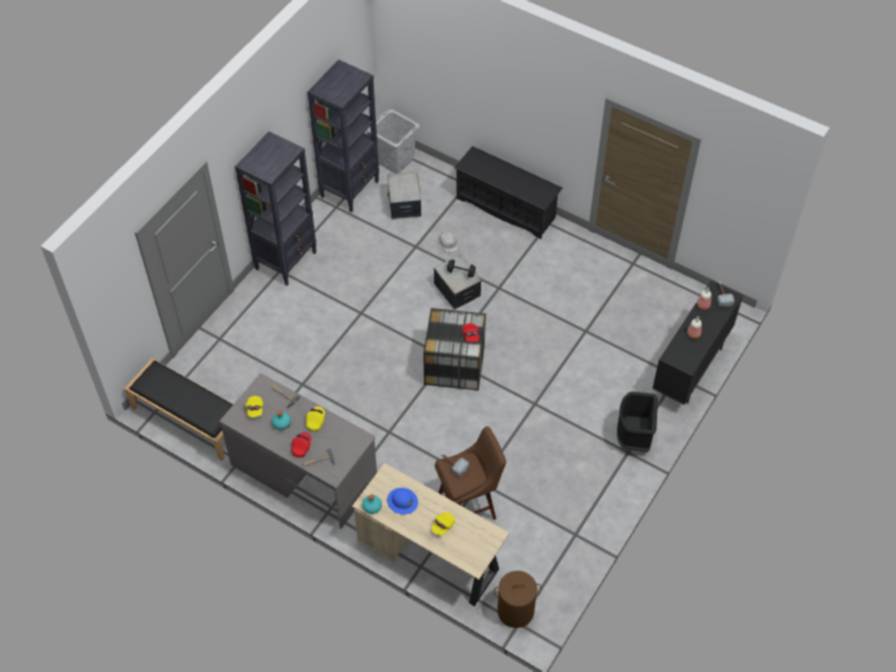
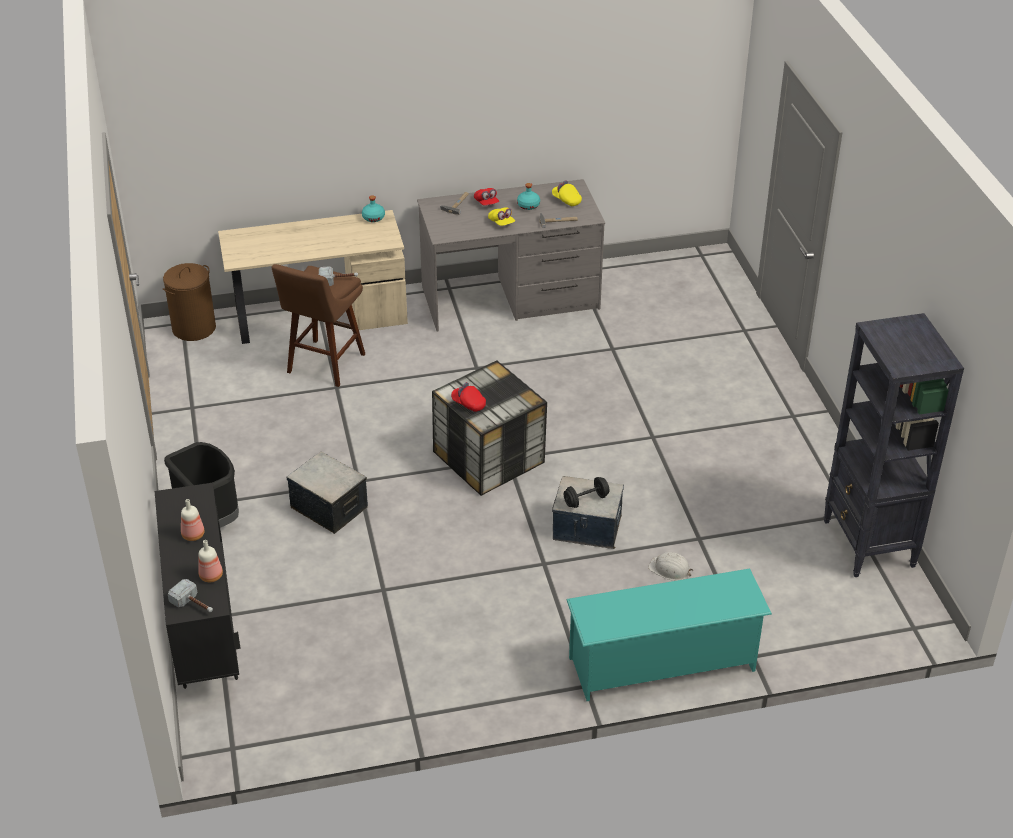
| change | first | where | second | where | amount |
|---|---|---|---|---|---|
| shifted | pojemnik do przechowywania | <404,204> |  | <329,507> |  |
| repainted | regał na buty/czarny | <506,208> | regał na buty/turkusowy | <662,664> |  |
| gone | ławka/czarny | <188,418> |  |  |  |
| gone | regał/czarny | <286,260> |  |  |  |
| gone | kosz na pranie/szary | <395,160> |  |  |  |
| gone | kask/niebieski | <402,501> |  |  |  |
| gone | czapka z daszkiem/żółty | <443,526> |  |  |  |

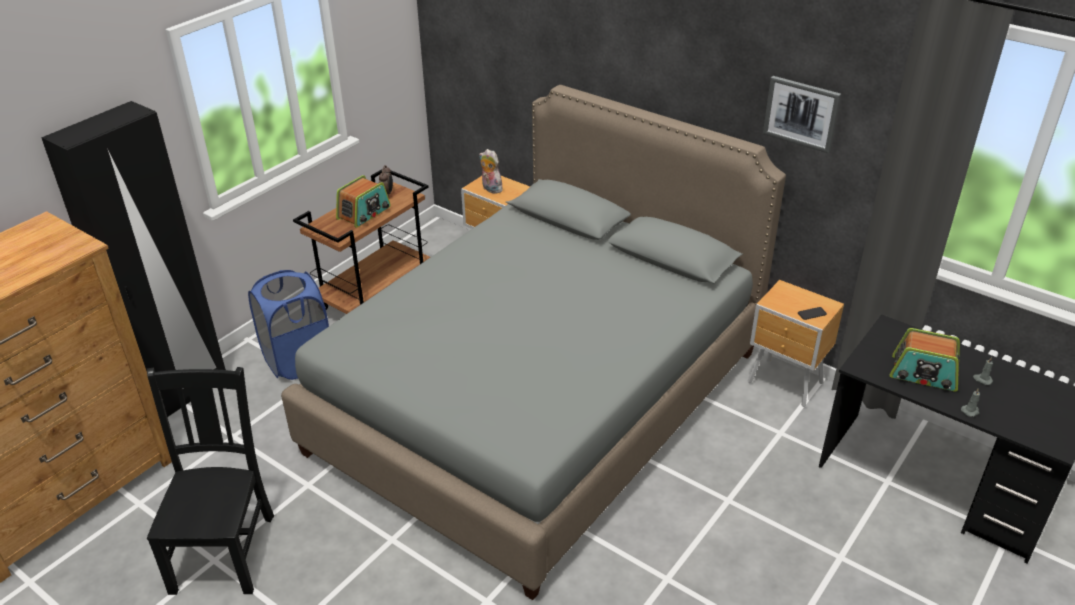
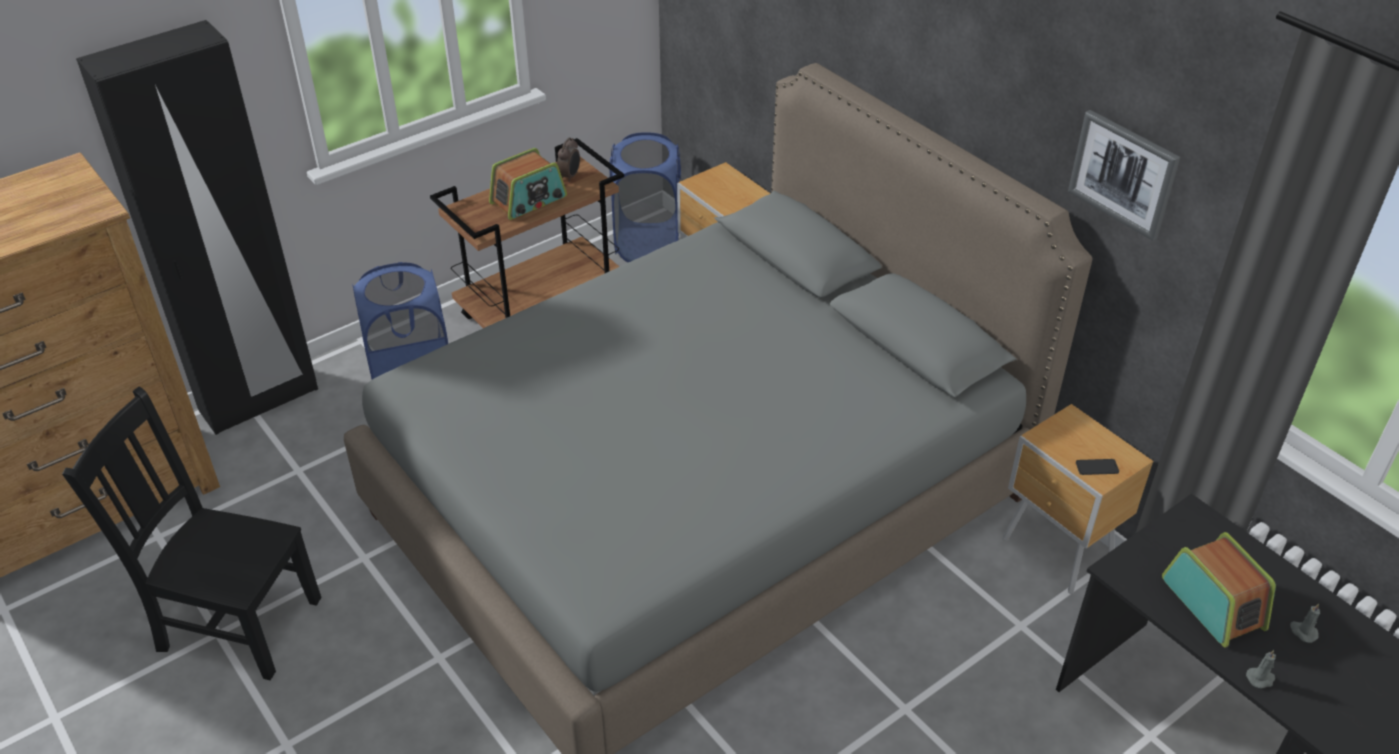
| change | first | where | second | where | amount |
|---|---|---|---|---|---|
| rotated | krzesło/czarny | <225,550> |  | <235,622> | 90 degrees counterclockwise |
| new |  |  | kosz na pranie/niebieski | <647,244> |  |
| rotated | radio | <923,374> |  | <1214,603> | 150 degrees counterclockwise |
| gone | pluszak | <490,189> |  |  |  |

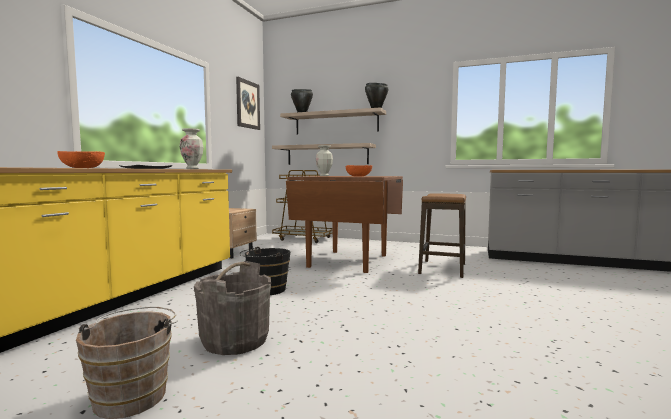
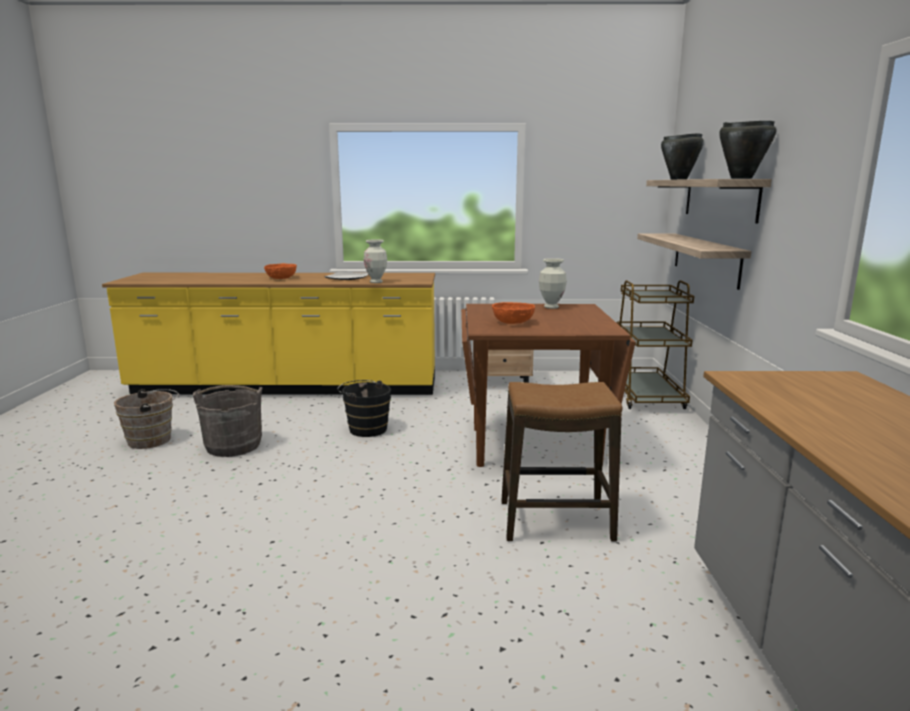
| change | first | where | second | where | amount |
|---|---|---|---|---|---|
| gone | obraz | <247,104> |  |  |  |

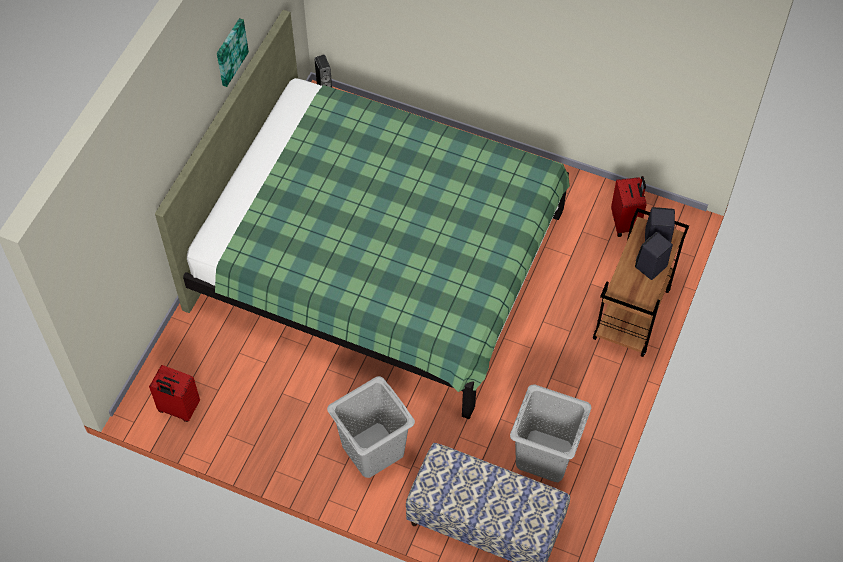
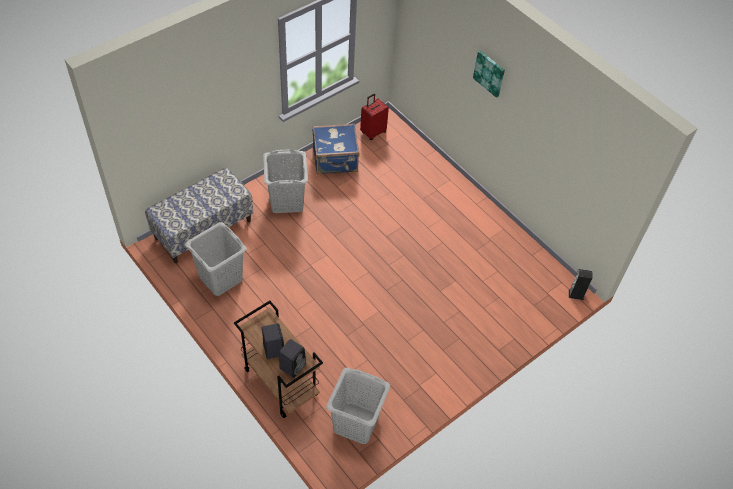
| change | first | where | second | where | amount |
|---|---|---|---|---|---|
| new |  |  | walizka/niebieski | <335,160> |  |
| swapped | walizka/czerwony | <625,223> | kosz na pranie/szary | <355,423> |  |
| shifted | obraz | <230,51> |  | <489,73> |  |
| gone | łóżko/zielony | <378,260> |  |  |  |

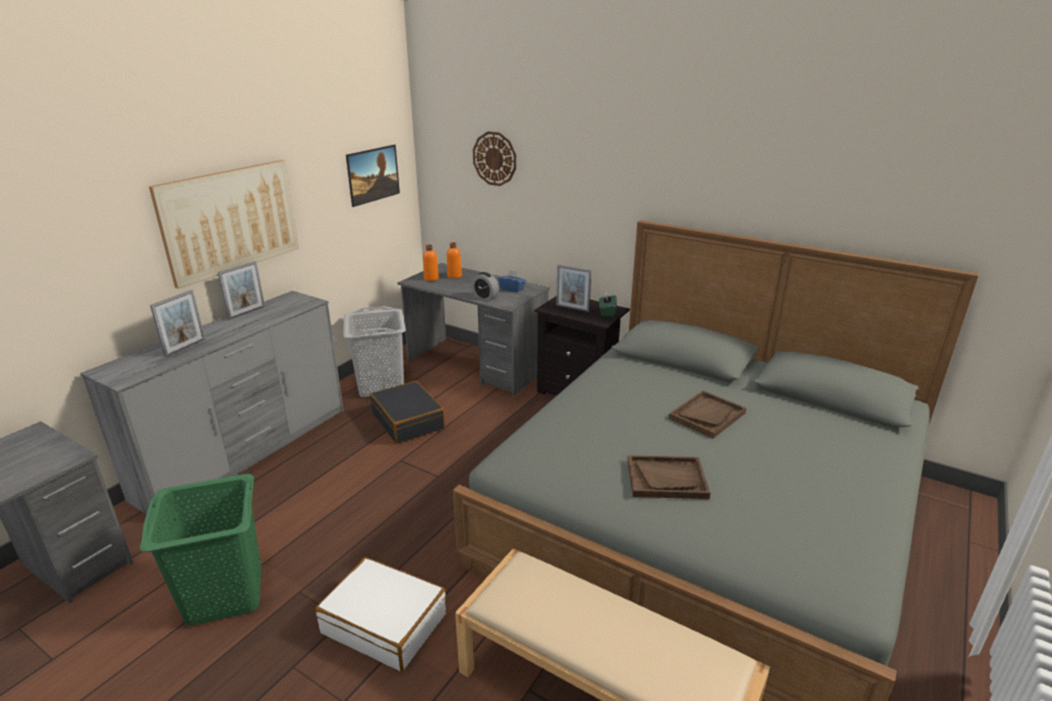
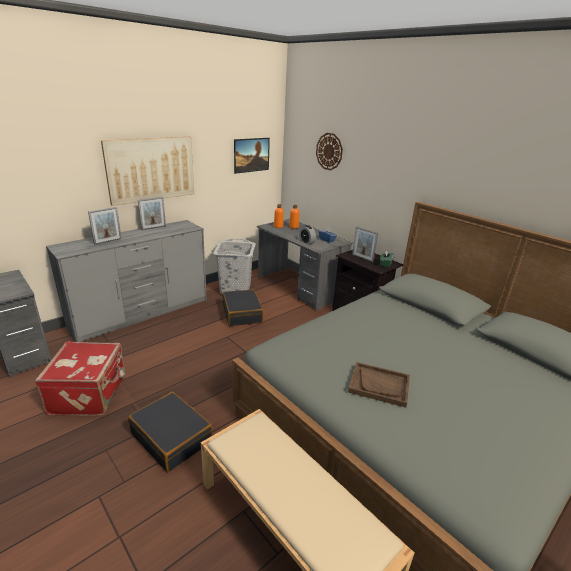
| change | first | where | second | where | amount |
|---|---|---|---|---|---|
| swapped | kosz na pranie/zielony | <224,594> | walizka/czerwony | <90,394> |  |
| repainted | walizka/biały | <385,623> | walizka/czarny | <172,437> |  |
| gone | taca/brązowy | <707,415> |  |  |  |

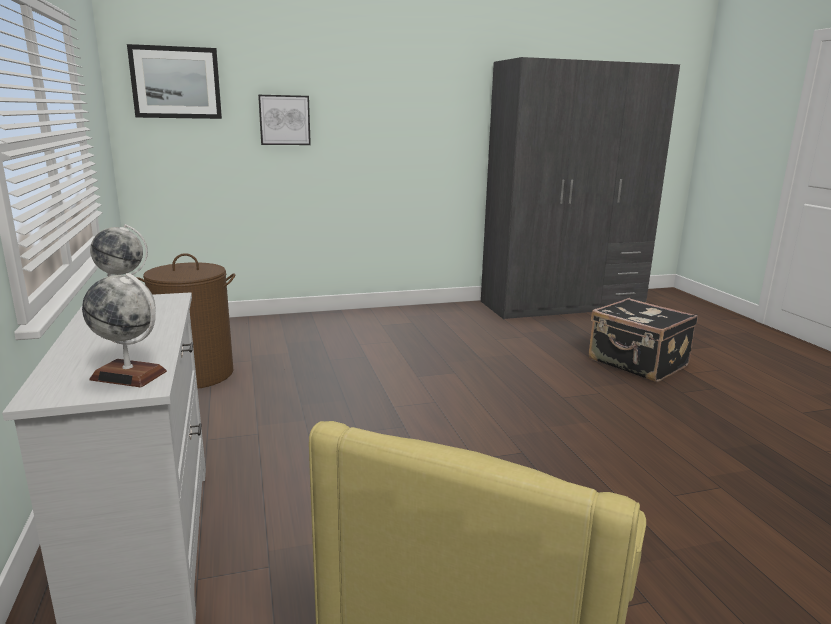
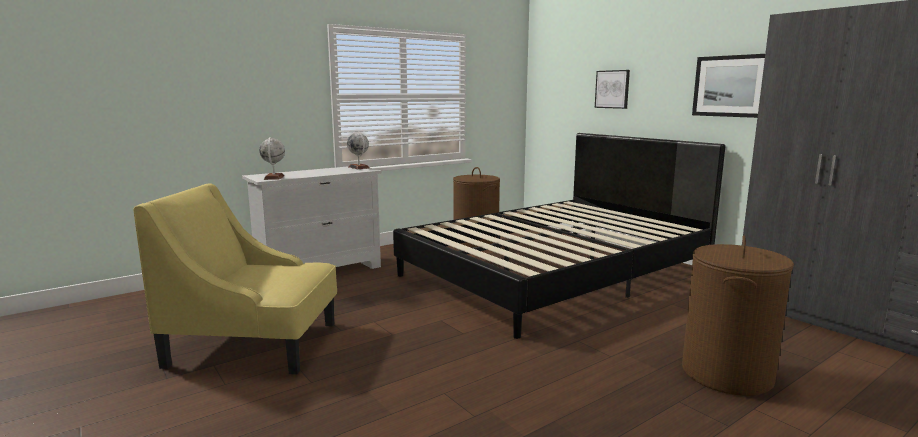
| change | first | where | second | where | amount |
|---|---|---|---|---|---|
| new |  |  | łóżko/czarny | <555,273> |  |
| swapped | walizka/czarny | <637,363> | kosz na pranie/brązowy | <727,374> |  |
| shifted | obraz | <176,82> |  | <730,86> |  |

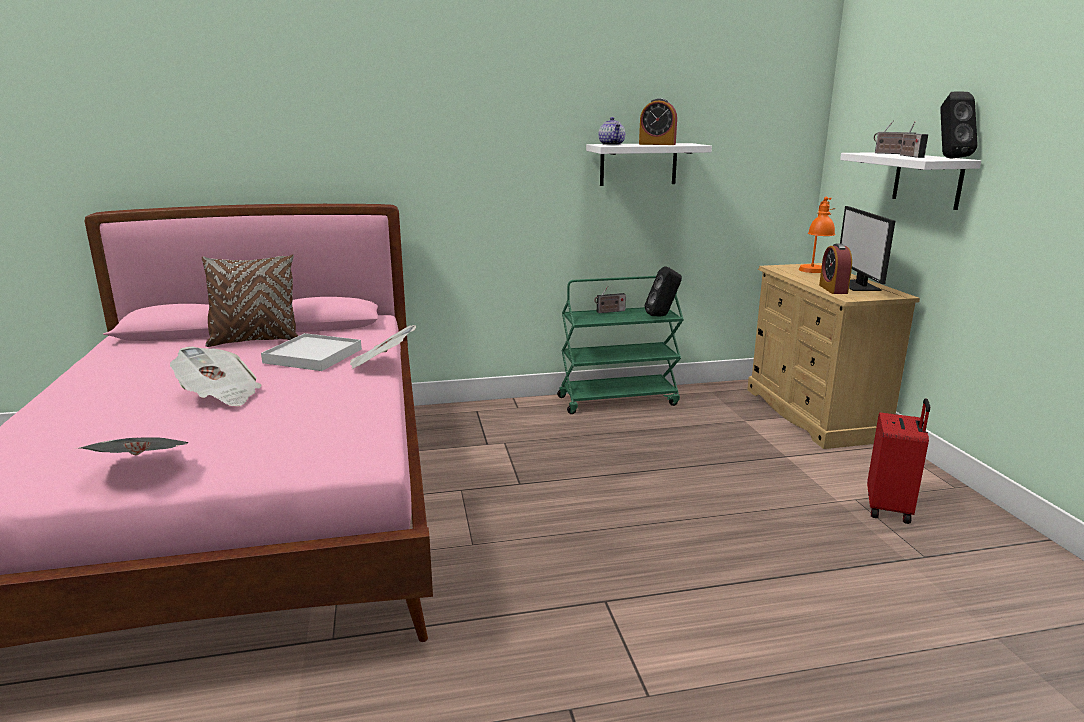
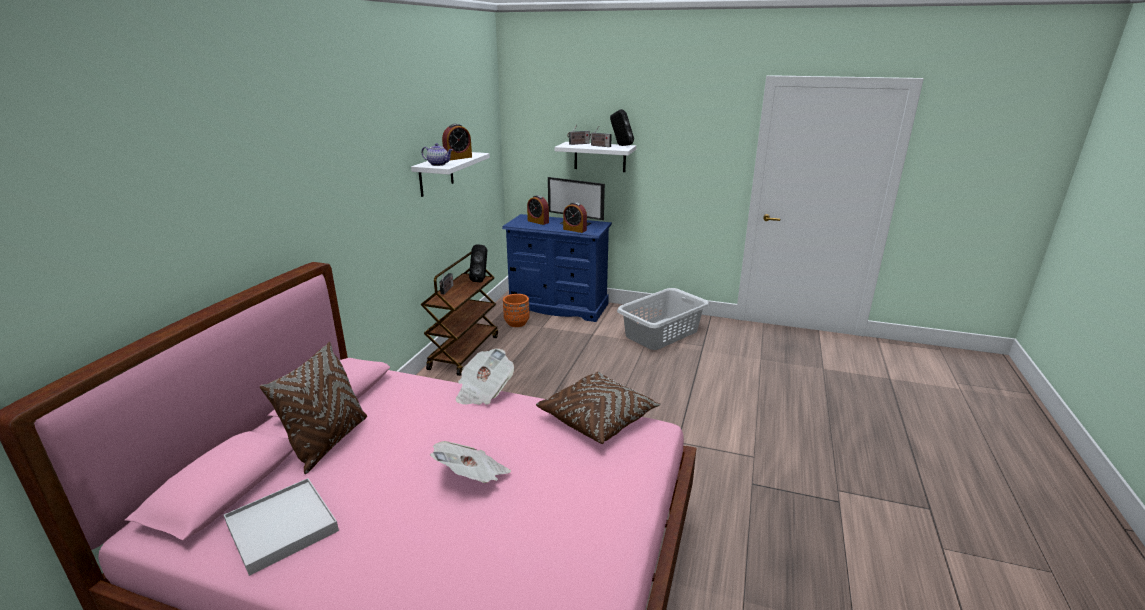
| change | first | where | second | where | amount |
|---|---|---|---|---|---|
| shifted | taca/biały | <313,356> |  | <282,527> |  |
| repainted | wózek/zielony | <618,400> | wózek/brązowy | <464,352> |  |
| repainted | komoda/beżowy | <813,414> | komoda/niebieski | <558,306> |  |
| new |  |  | donica/pomarańczowy | <517,323> |  |
| swapped | lampa stołowa/pomarańczowy | <814,272> | budzik | <538,222> |  |
| new |  |  | poduszka/brązowy | <598,418> |  |
| swapped | walizka/czerwony | <890,508> | kosz na pranie/szary | <662,333> |  |
| gone | gazeta | <142,469> |  |  |  |

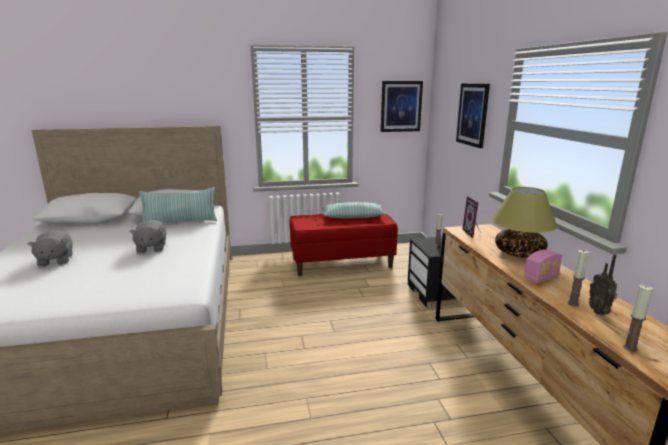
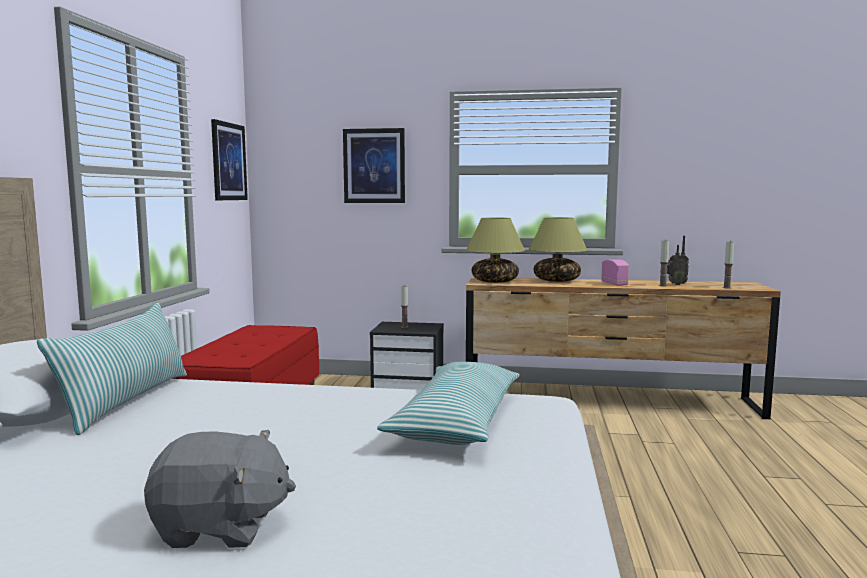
| change | first | where | second | where | amount |
|---|---|---|---|---|---|
| shifted | poduszka | <353,217> |  | <457,421> |  |
| swapped | ramka na zdjęcie | <473,233> | lampa stołowa | <495,281> |  |
| gone | pluszak/szary | <151,248> |  |  |  |

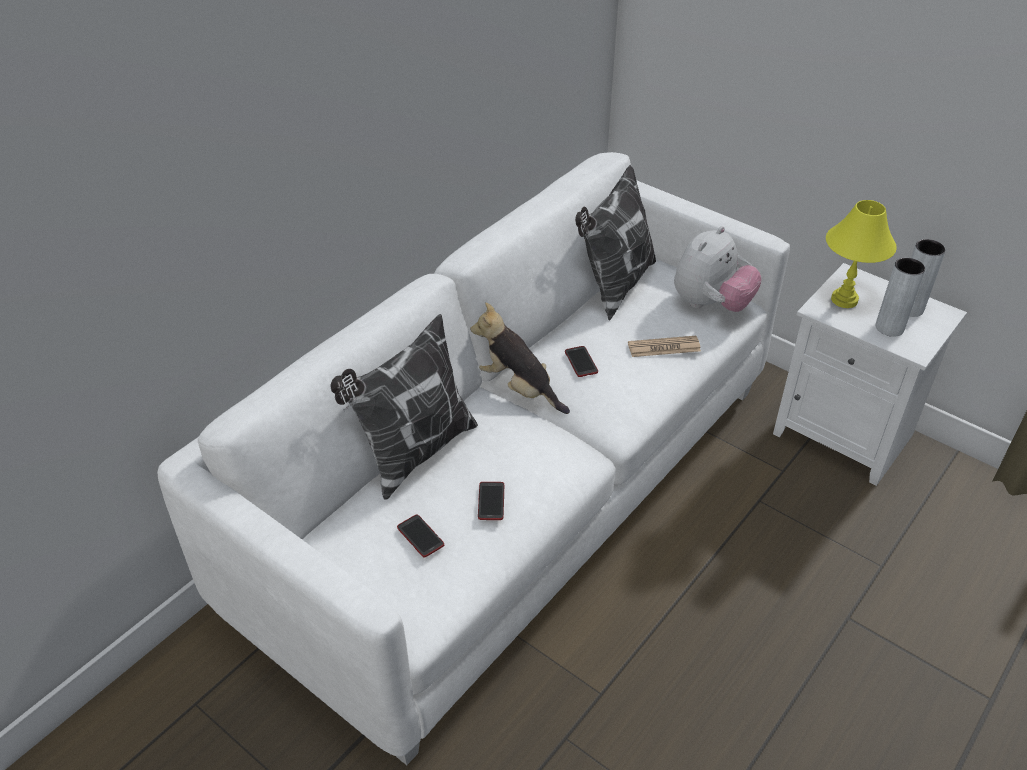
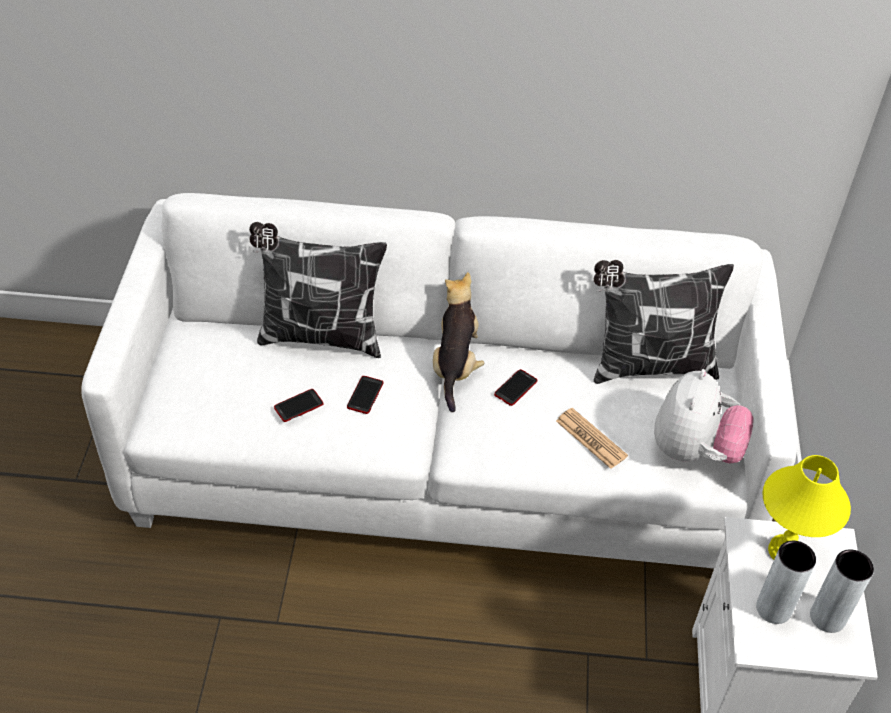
| change | first | where | second | where | amount |
|---|---|---|---|---|---|
| shifted | telefon | <420,536> |  | <365,395> |  |
| rotated | pluszak | <711,304> |  | <694,450> | 75 degrees counterclockwise |

